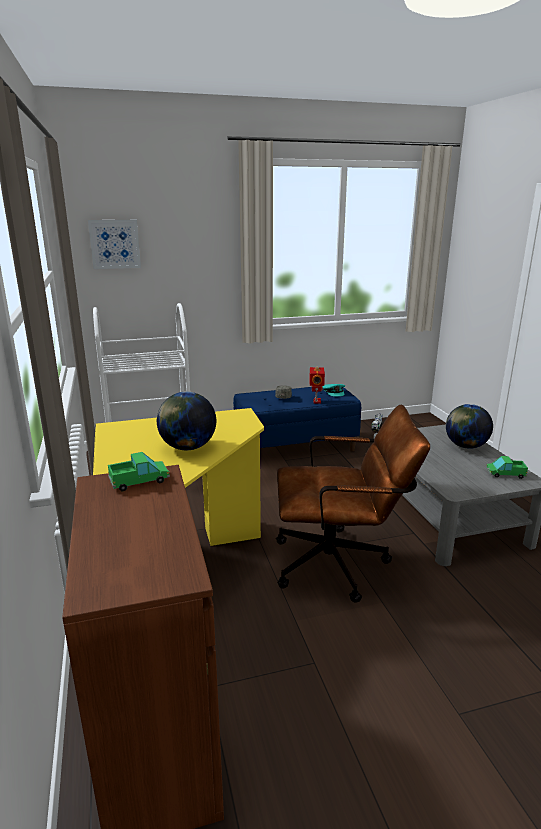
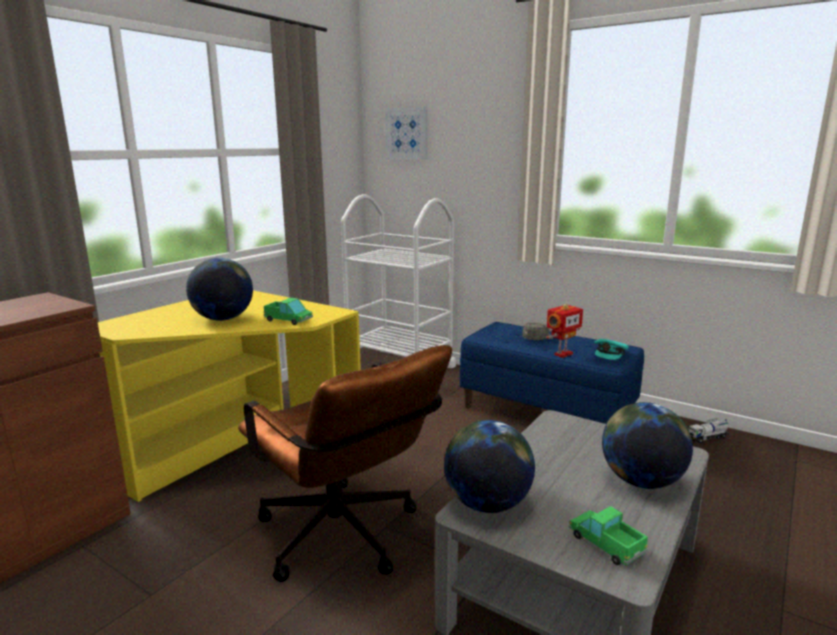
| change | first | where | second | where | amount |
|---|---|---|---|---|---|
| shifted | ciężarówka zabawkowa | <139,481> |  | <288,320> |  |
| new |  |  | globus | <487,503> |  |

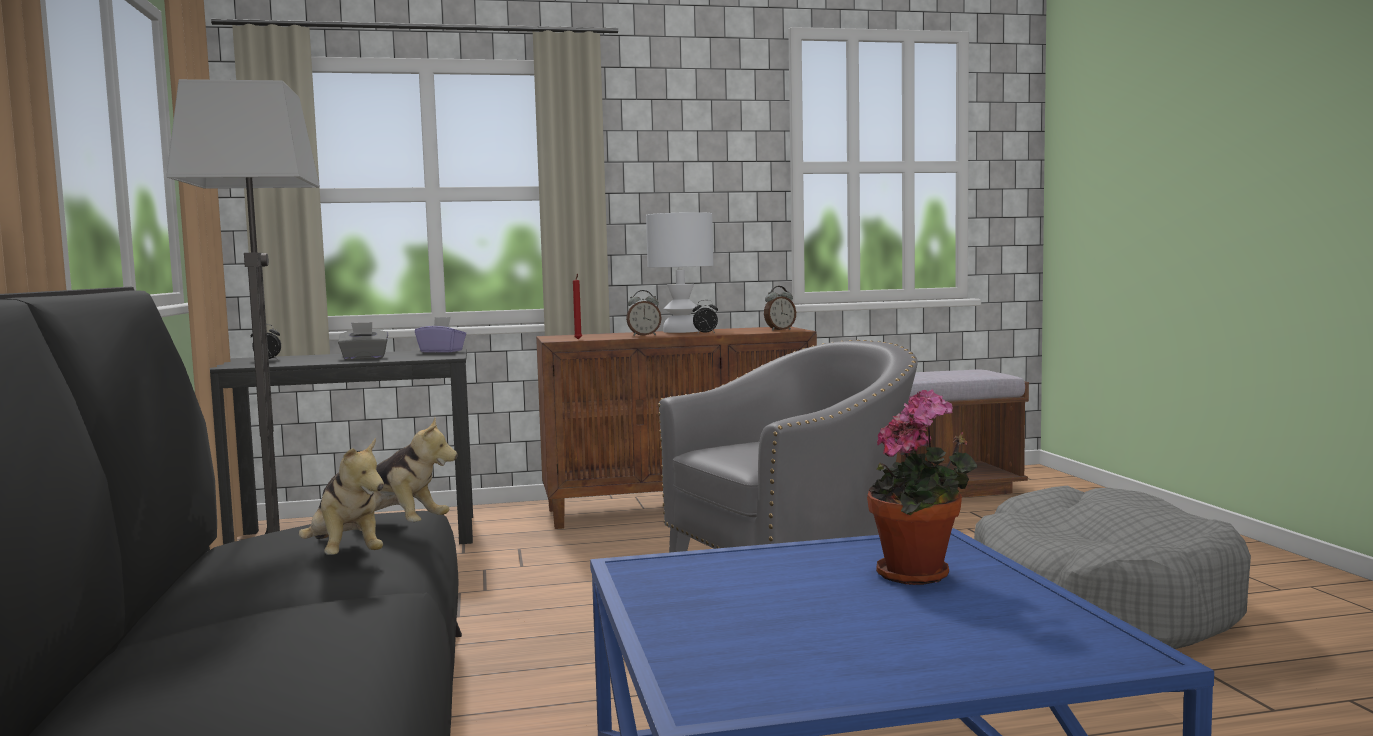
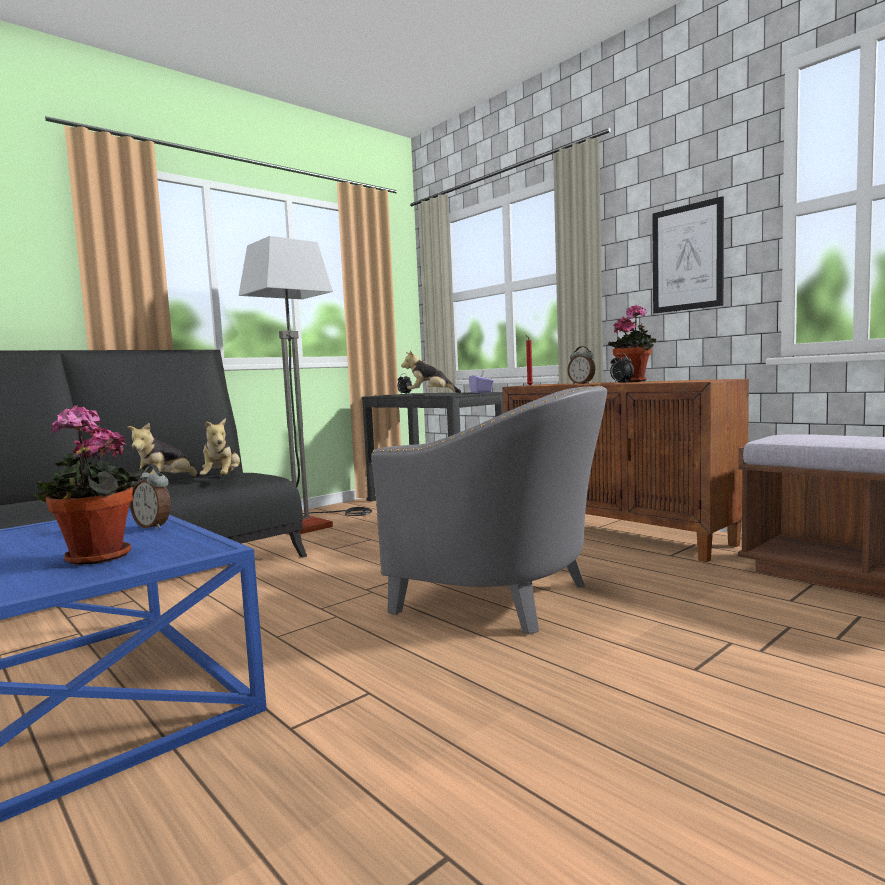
| change | first | where | second | where | amount |
|---|---|---|---|---|---|
| shifted | budzik | <779,330> |  | <153,526> |  |
| swapped | pudełko chusteczek/szary | <364,358> | pluszak | <430,394> |  |
| swapped | lampa stołowa/biały | <682,331> | roślina doniczkowa | <634,381> |  |
| new |  |  | obraz | <687,258> |  |
| gone | legowisko/szary | <1102,601> |  |  |  |

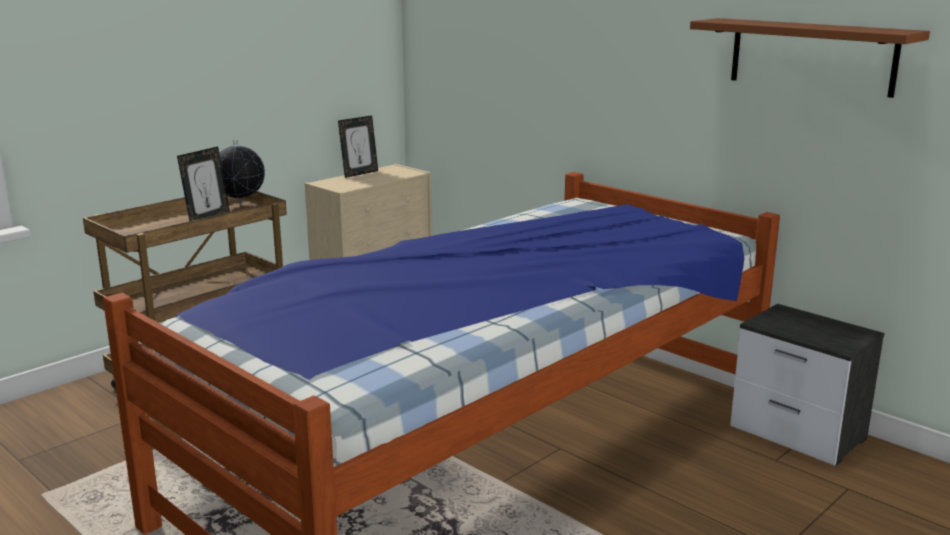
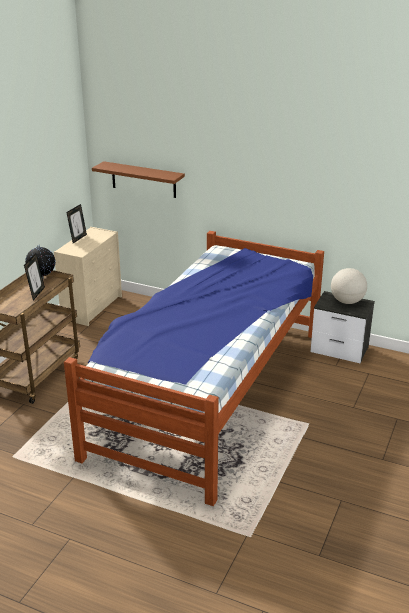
| change | first | where | second | where | amount |
|---|---|---|---|---|---|
| shifted | półka/brązowy | <811,56> |  | <143,179> |  |
| new |  |  | globus | <347,301> |  |

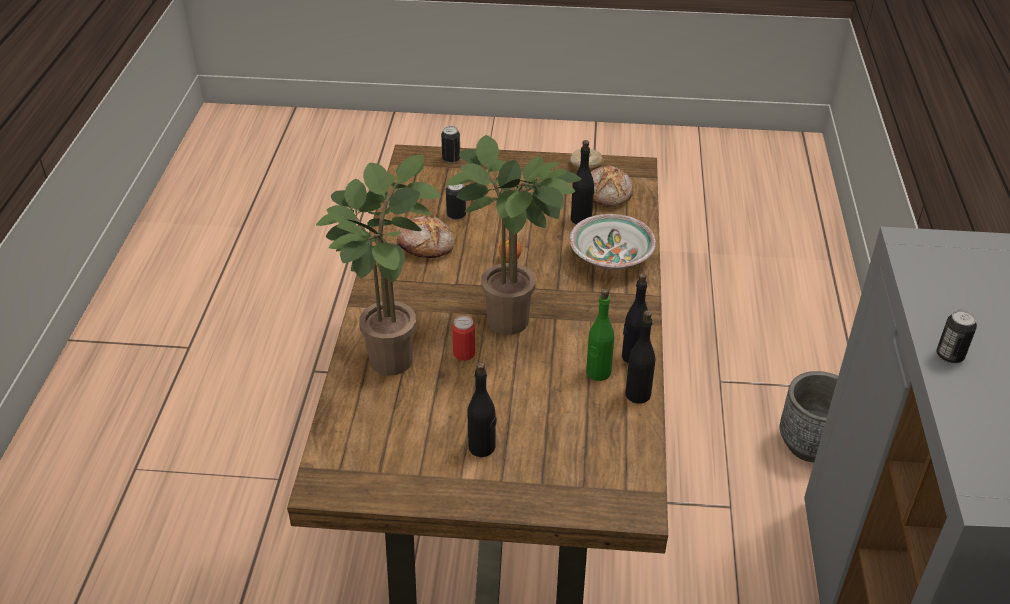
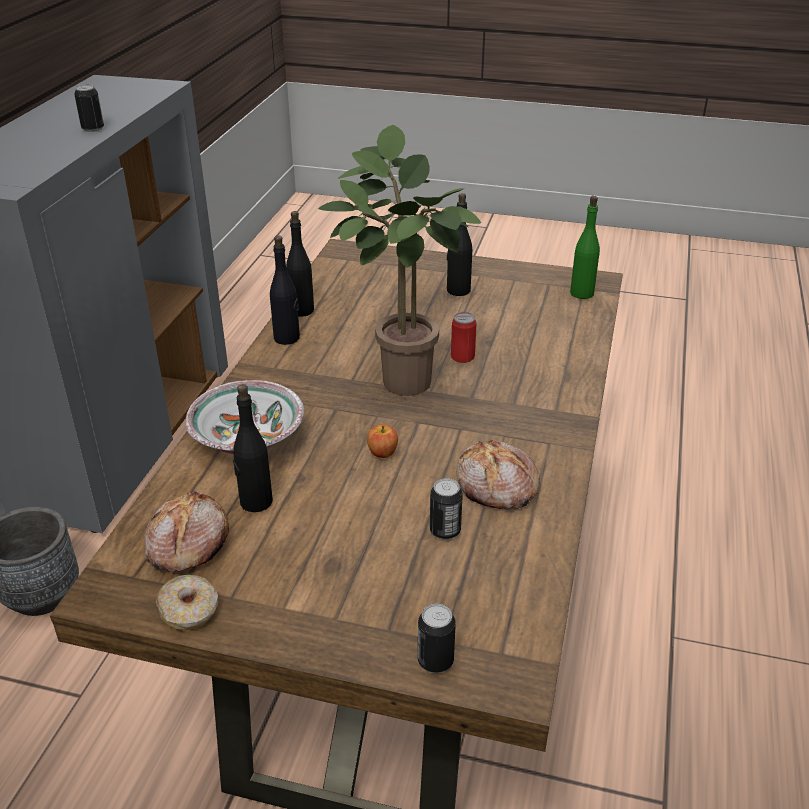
| change | first | where | second | where | amount |
|---|---|---|---|---|---|
| shifted | butelka/zielony | <598,372> |  | <582,293> |  |
| gone | roślina doniczkowa | <389,355> |  |  |  |

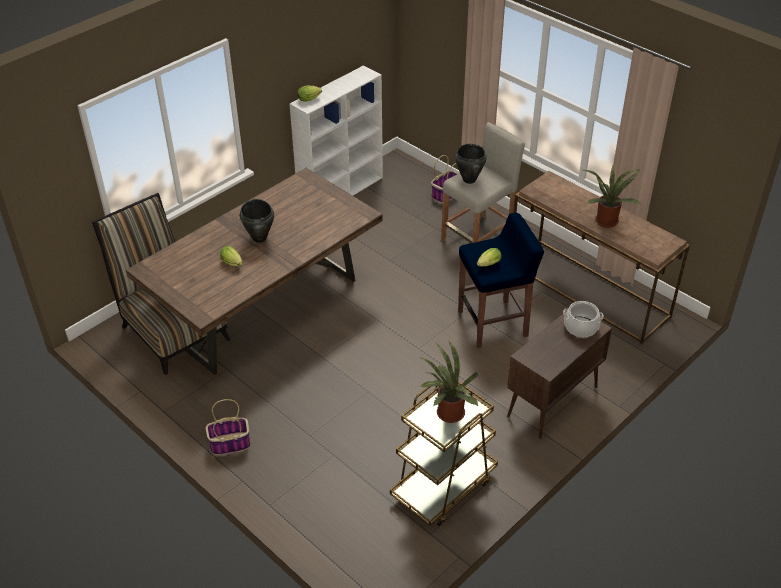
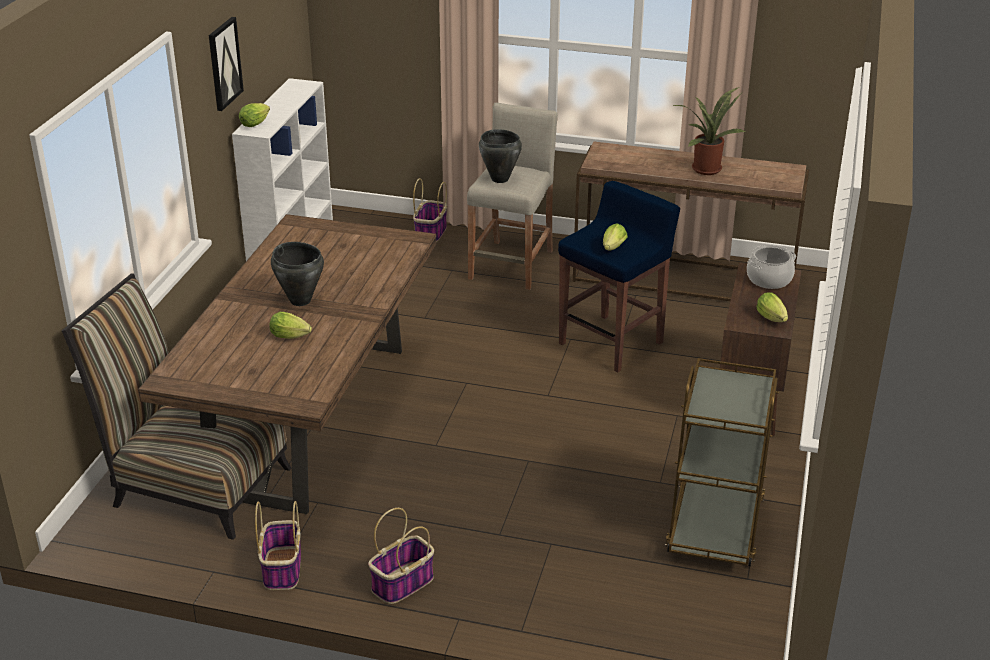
| change | first | where | second | where | amount |
|---|---|---|---|---|---|
| new |  |  | obraz | <224,63> |  |
| new |  |  | koszyk | <282,568> |  |
| new |  |  | sałata | <772,319> |  |
| gone | roślina doniczkowa | <447,414> |  |  |  |

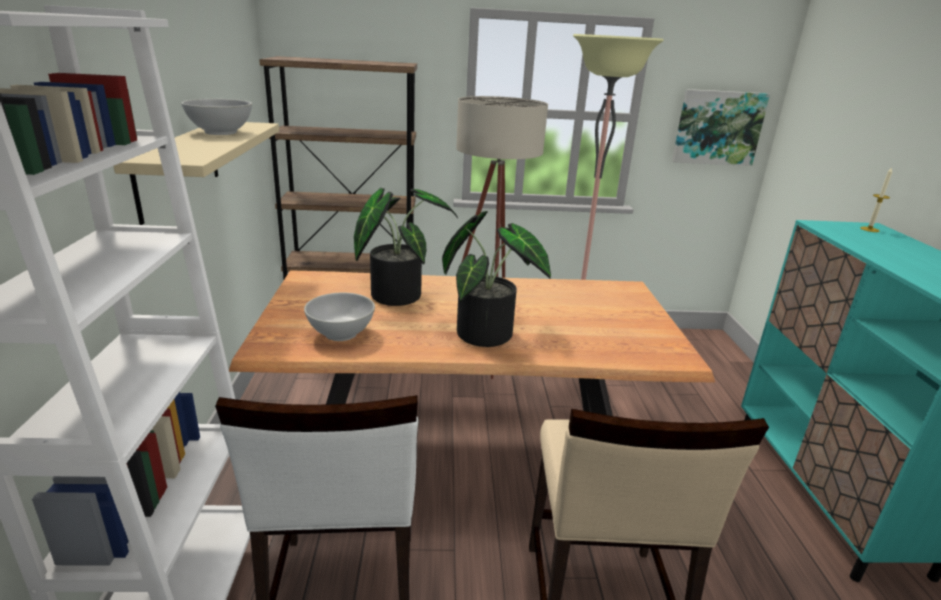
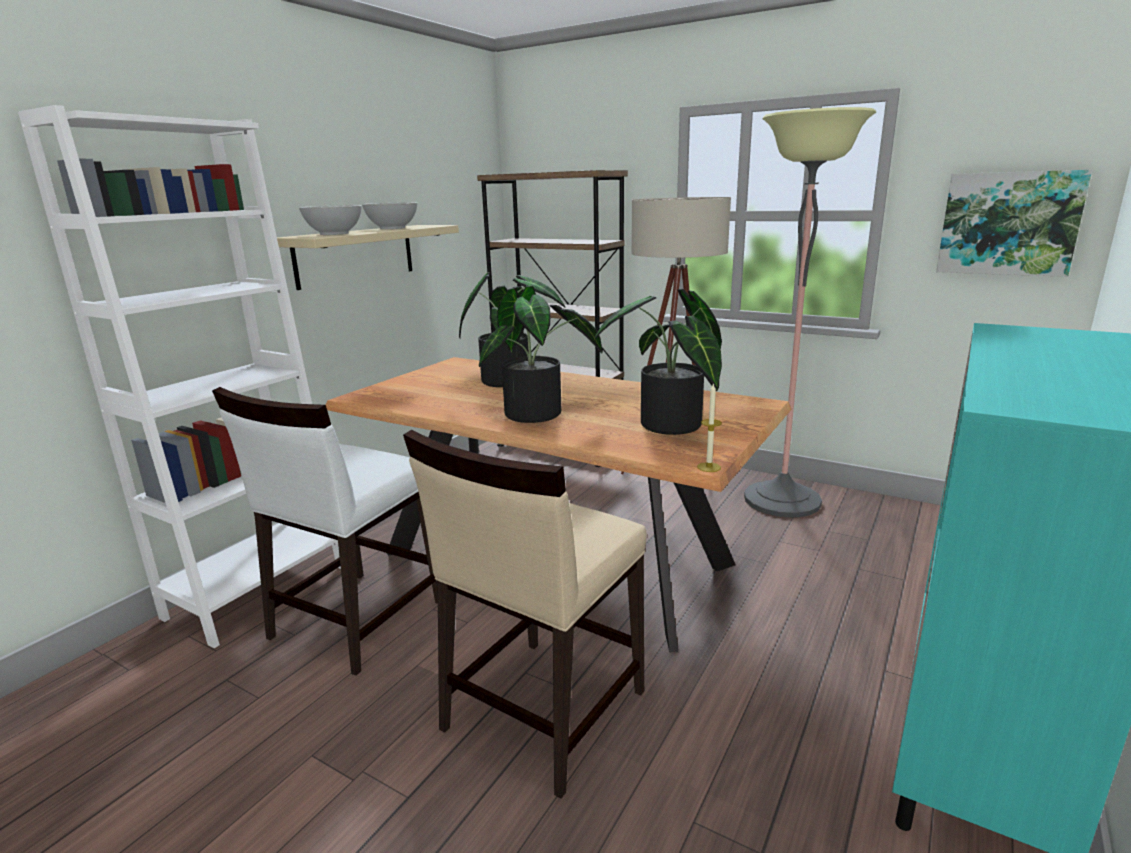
| change | first | where | second | where | amount |
|---|---|---|---|---|---|
| shifted | miska/biały | <341,333> |  | <334,234> |  |
| new |  |  | roślina doniczkowa | <670,428> |  |
| shifted | świeca | <869,229> |  | <709,467> |  |

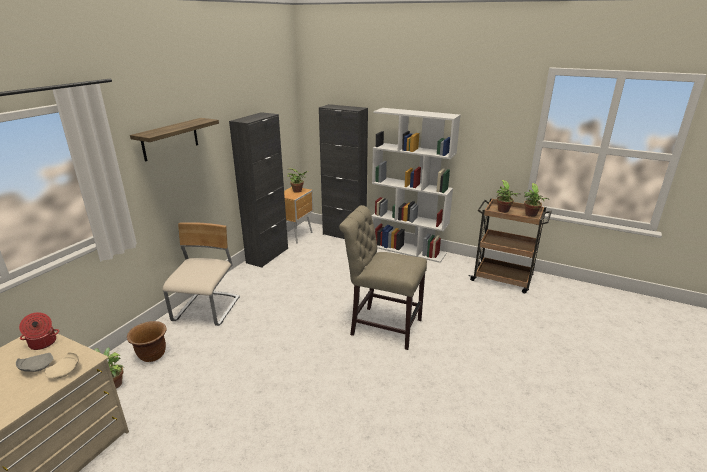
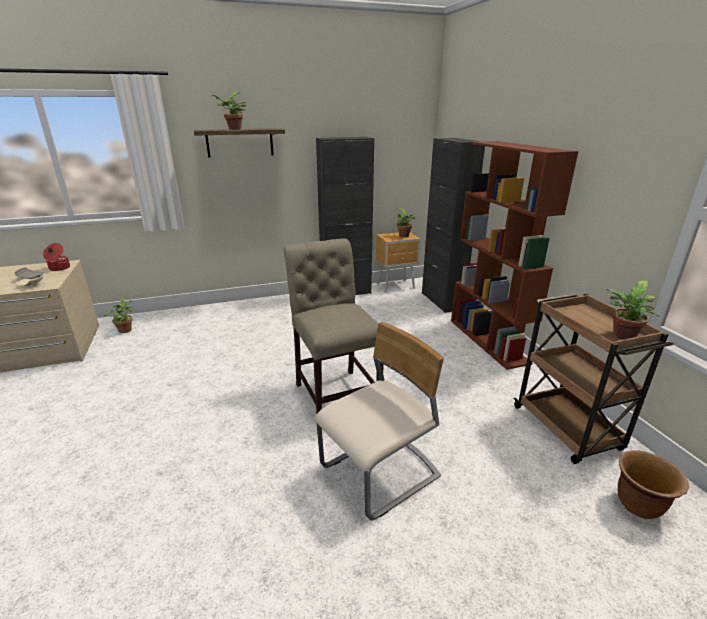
| change | first | where | second | where | amount |
|---|---|---|---|---|---|
| shifted | roślina doniczkowa | <504,211> |  | <233,129> |  |
| shifted | krzesło/beżowy | <207,310> |  | <380,474> |  |
| repainted | regał/biały | <408,250> | regał/brązowy | <488,341> |  |
| shifted | donica/brązowy | <152,355> |  | <638,505> |  |

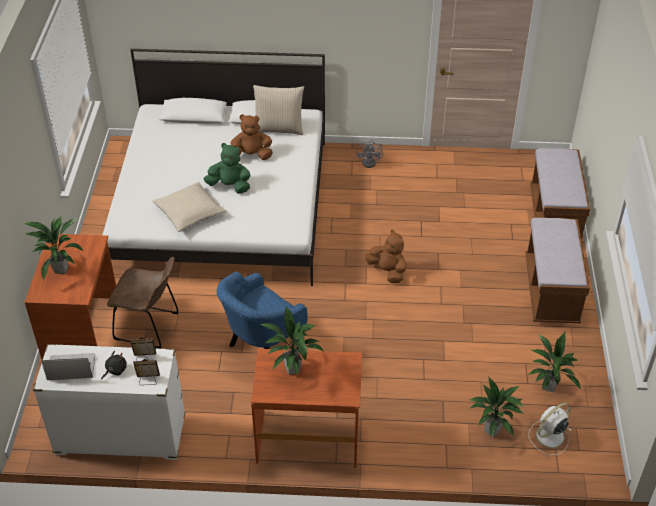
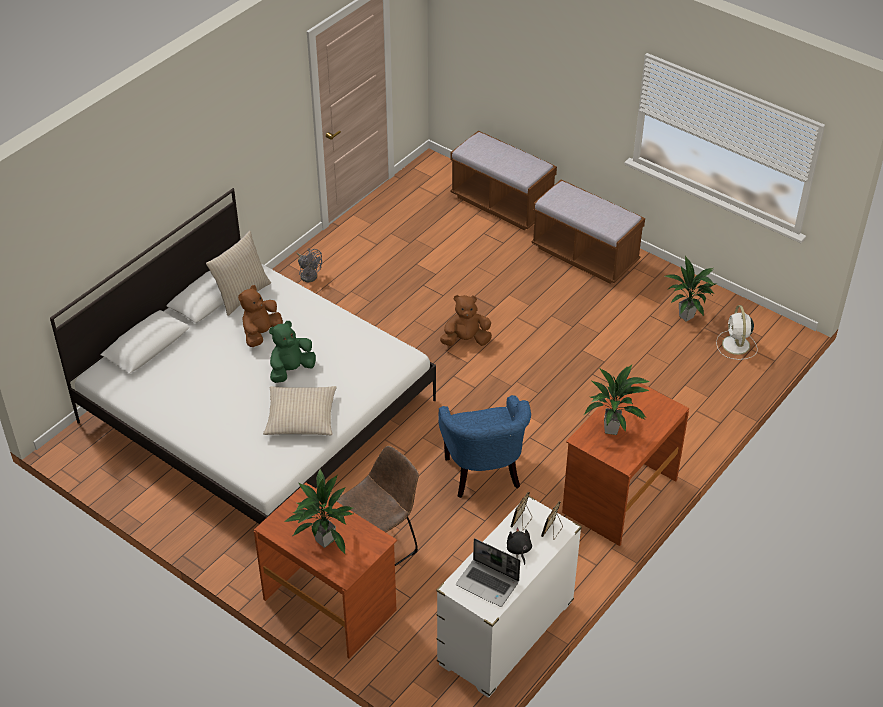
| change | first | where | second | where | amount |
|---|---|---|---|---|---|
| rotated | laptop | <70,368> |  | <488,583> | 90 degrees counterclockwise |
| gone | roślina doniczkowa | <492,432> |  |  |  |

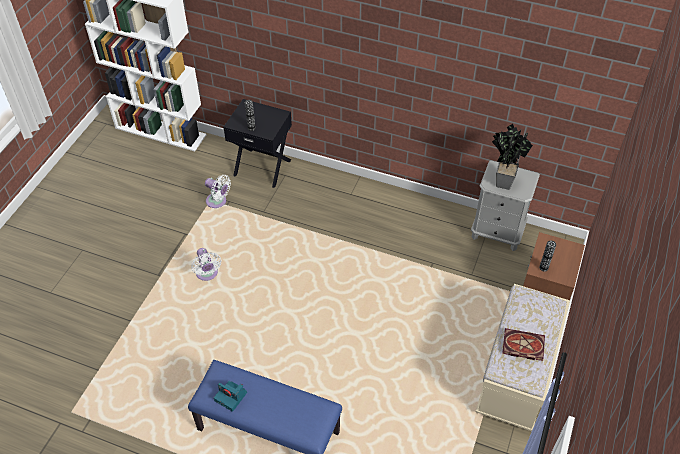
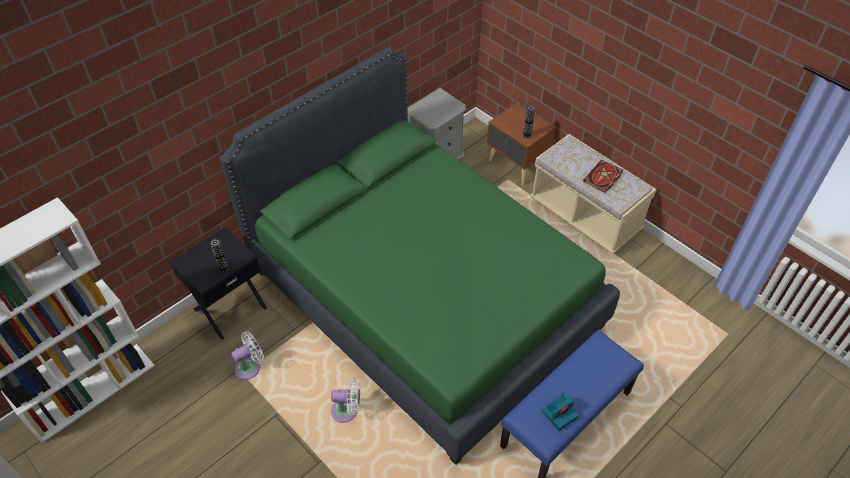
| change | first | where | second | where | amount |
|---|---|---|---|---|---|
| new |  |  | łóżko/zielony | <425,297> |  |
| gone | roślina doniczkowa | <501,181> |  |  |  |

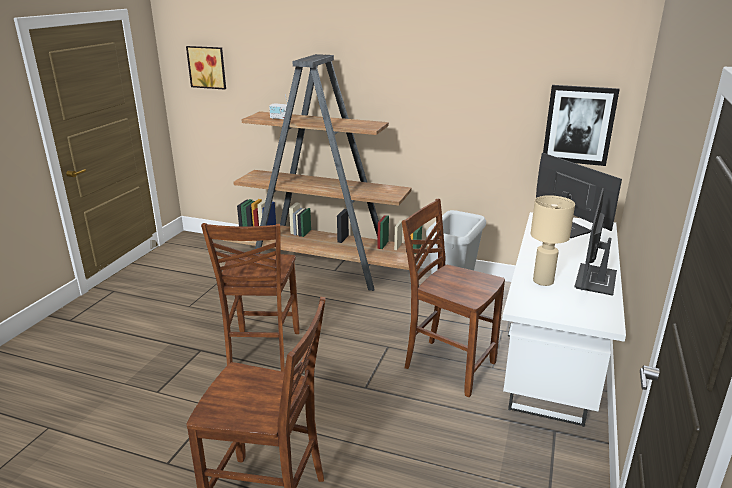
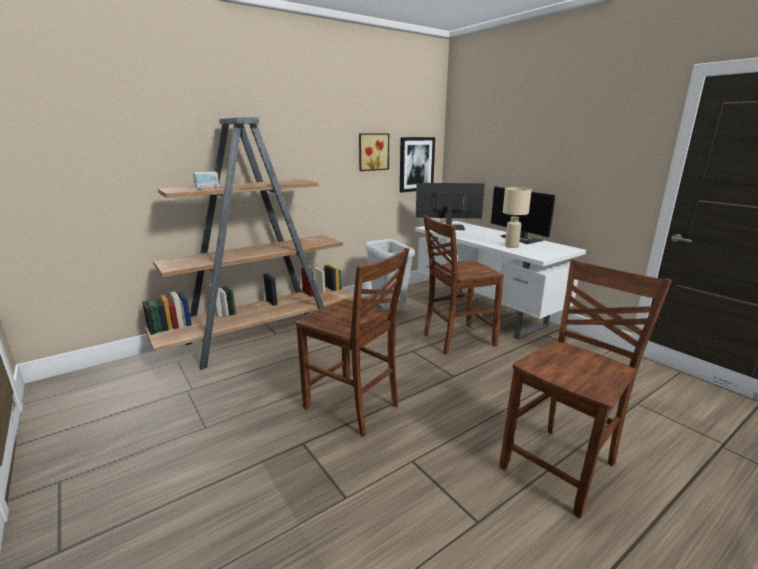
| change | first | where | second | where | amount |
|---|---|---|---|---|---|
| shifted | obraz | <207,67> |  | <372,152> |  |

